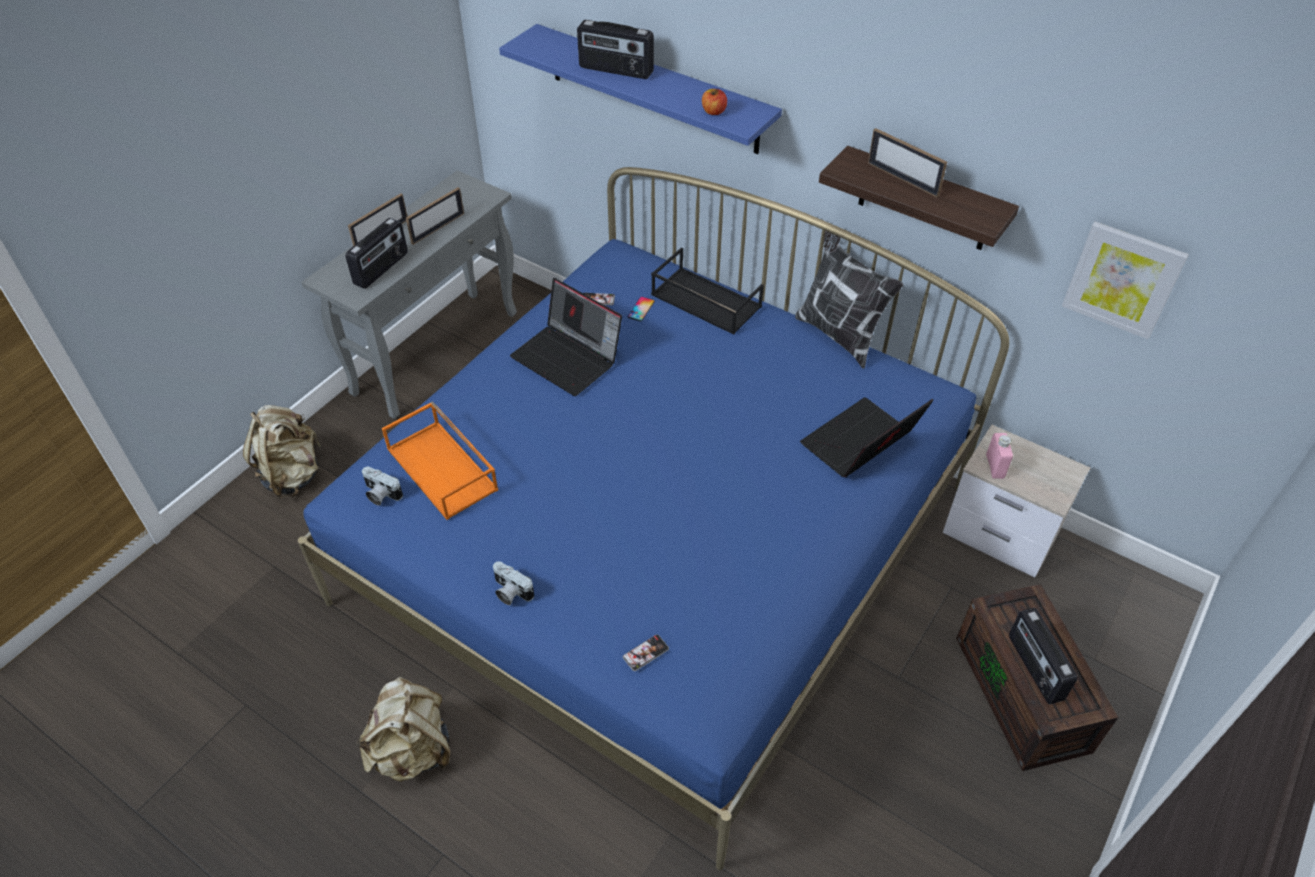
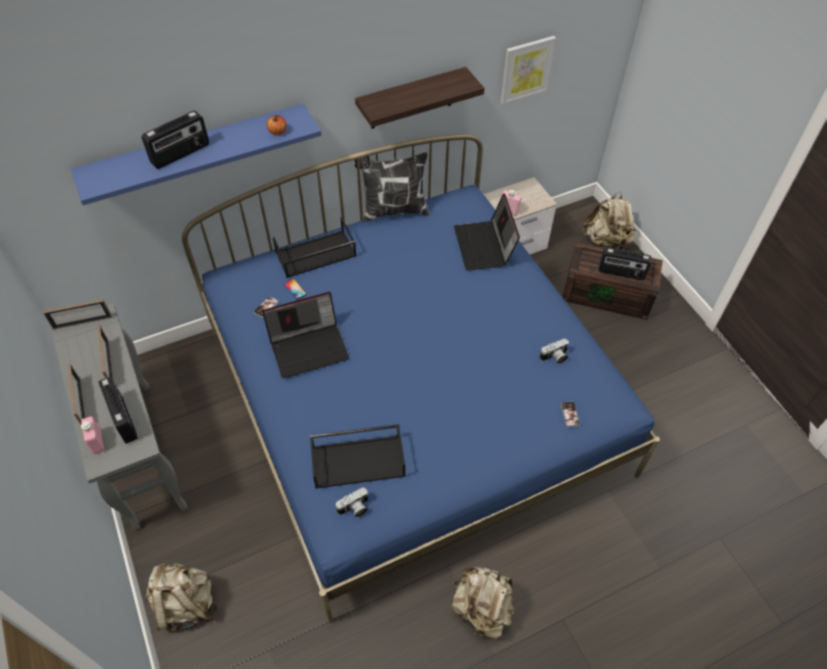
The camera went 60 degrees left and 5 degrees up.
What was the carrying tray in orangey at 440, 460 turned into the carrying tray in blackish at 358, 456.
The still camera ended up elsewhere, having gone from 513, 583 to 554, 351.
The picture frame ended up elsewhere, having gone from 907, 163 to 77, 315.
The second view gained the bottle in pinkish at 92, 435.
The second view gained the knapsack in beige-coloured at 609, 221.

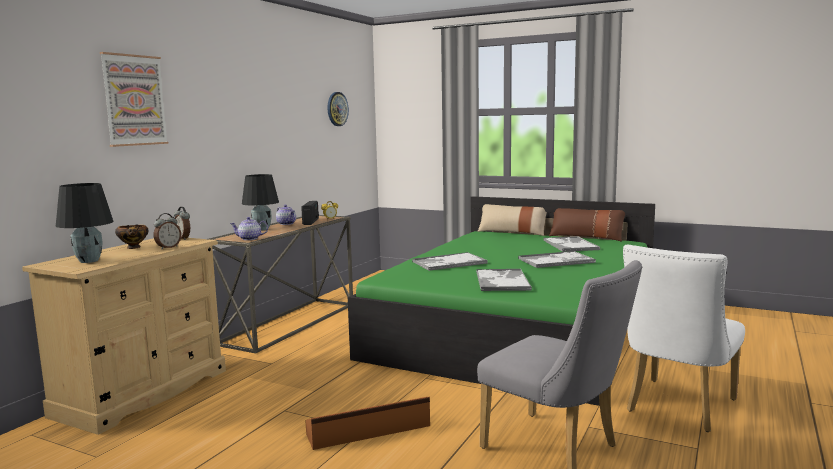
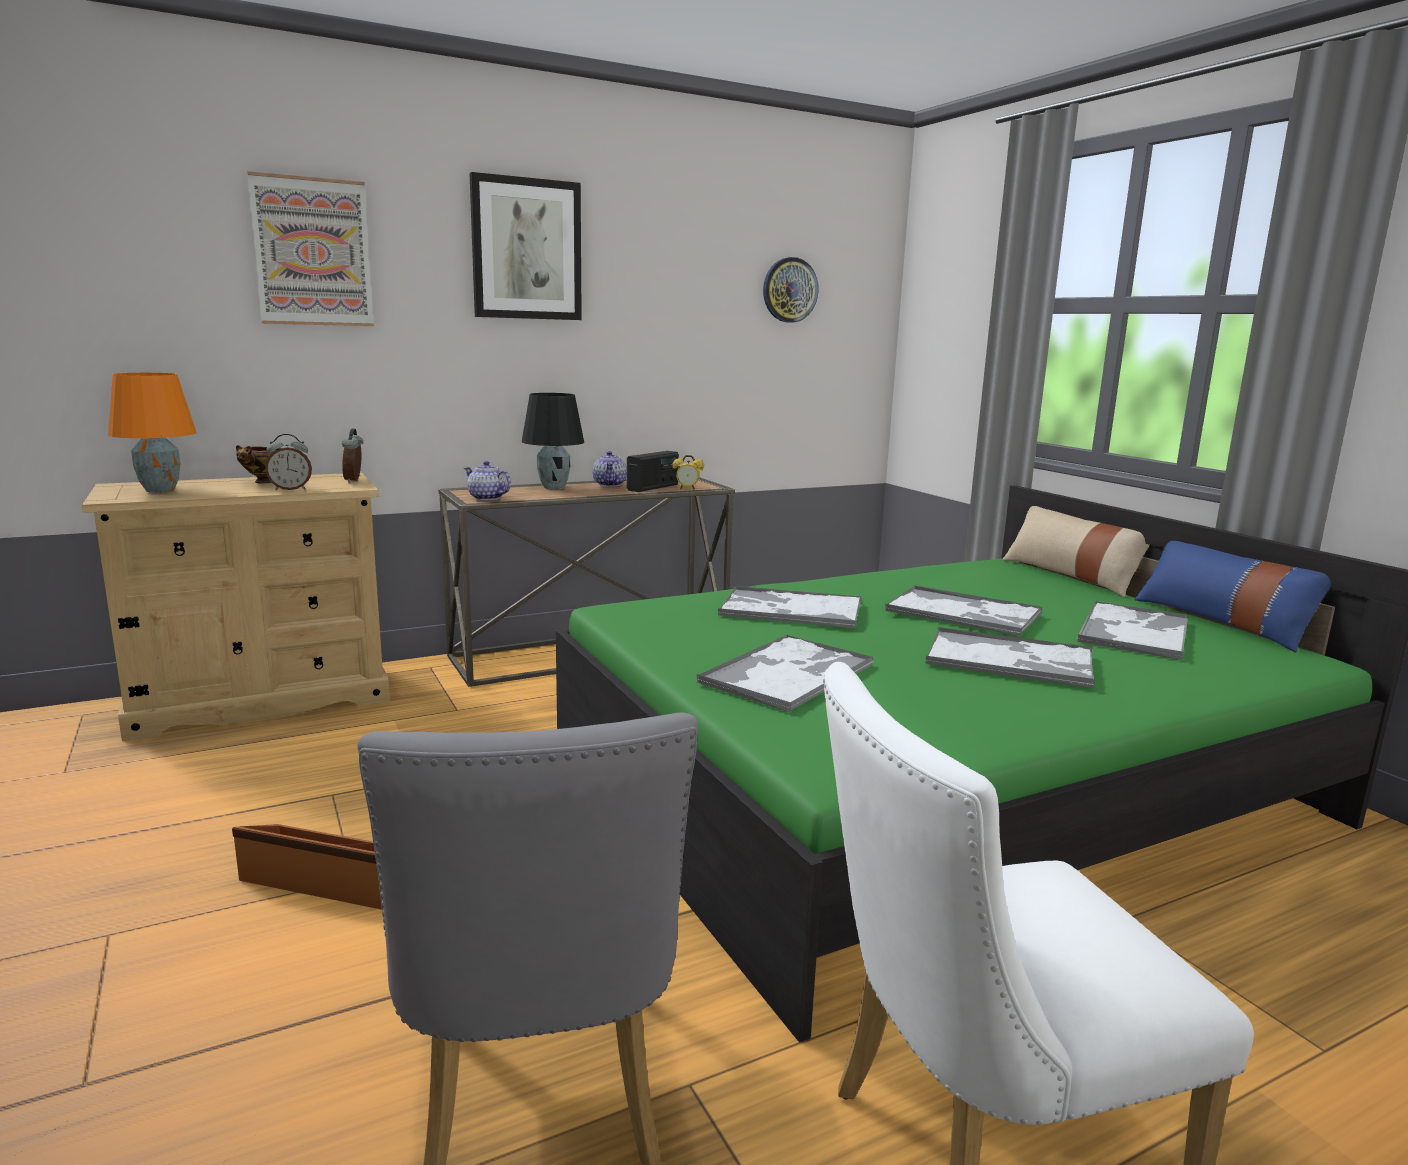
The camera went 35 degrees right and 5 degrees up.
What was the tabletop lamp in blackish at 85, 223 turned into the tabletop lamp in orangey at 152, 433.
What was the throw pillow in brownish at 587, 224 turned into the throw pillow in bluish at 1232, 596.
The second view gained the wall art at 525, 246.
The second view gained the carrying tray at 964, 611.

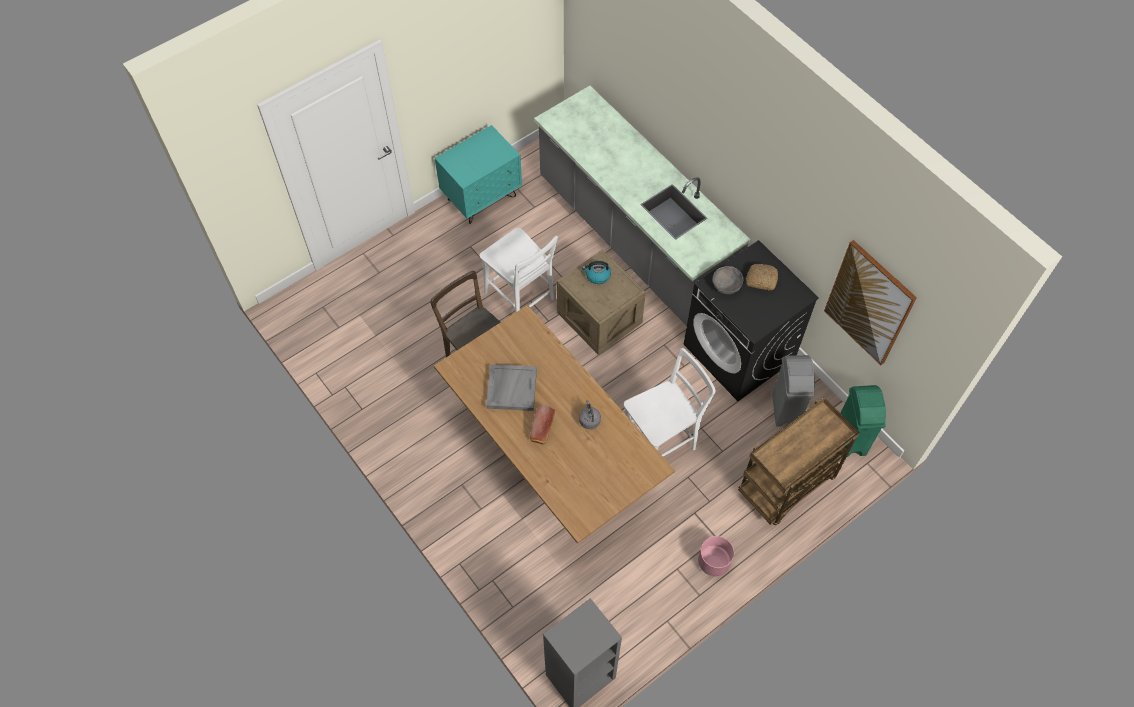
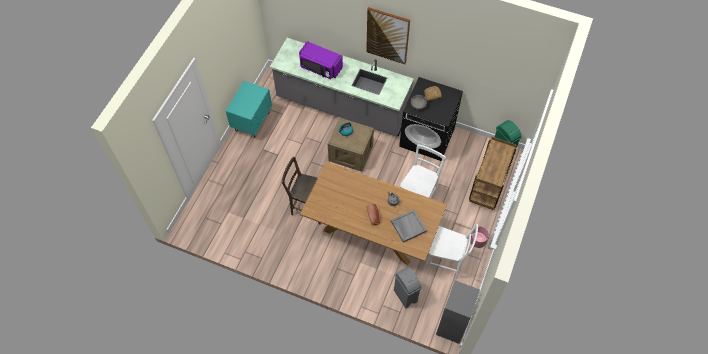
The camera went 30 degrees left and 0 degrees up.
The plain chair in white ended up elsewhere, having gone from 519, 269 to 451, 251.
The carrying tray in greyish ended up elsewhere, having gone from 511, 387 to 409, 226.
The rubbish bin in greyish ended up elsewhere, having gone from 793, 391 to 408, 287.
The wall art ended up elsewhere, having gone from 870, 302 to 388, 35.
The second view gained the microwave in purple at 321, 60.

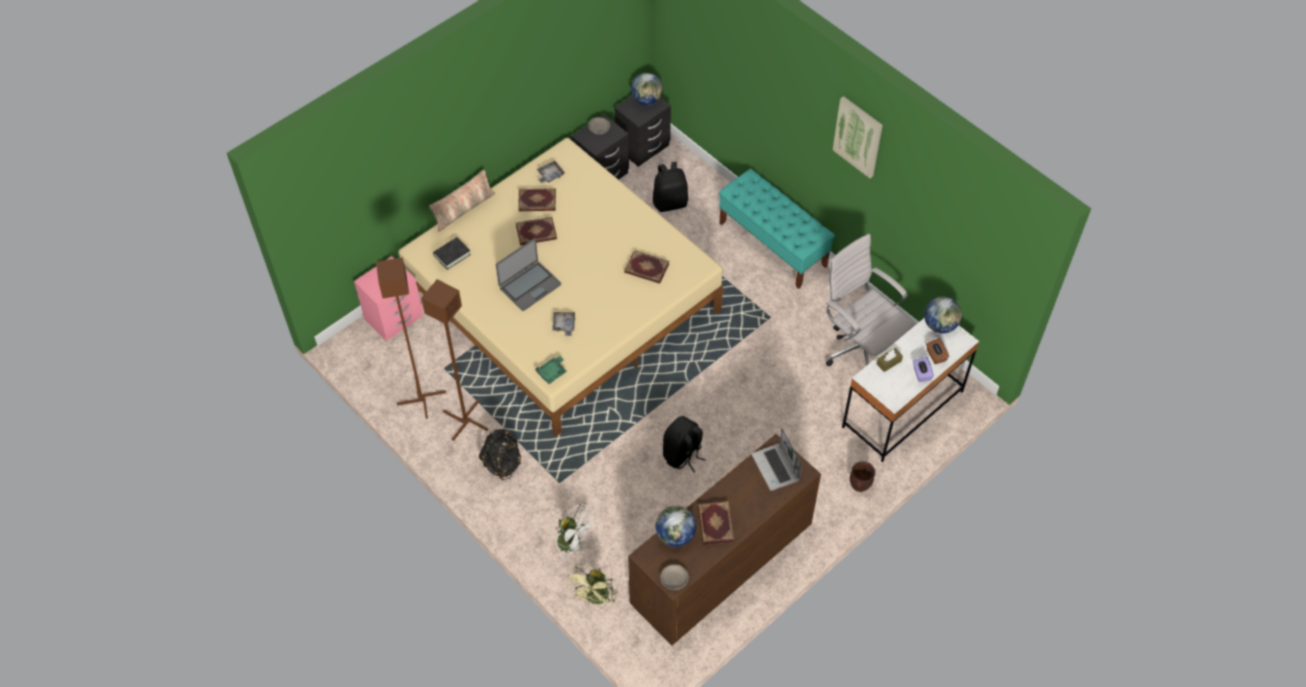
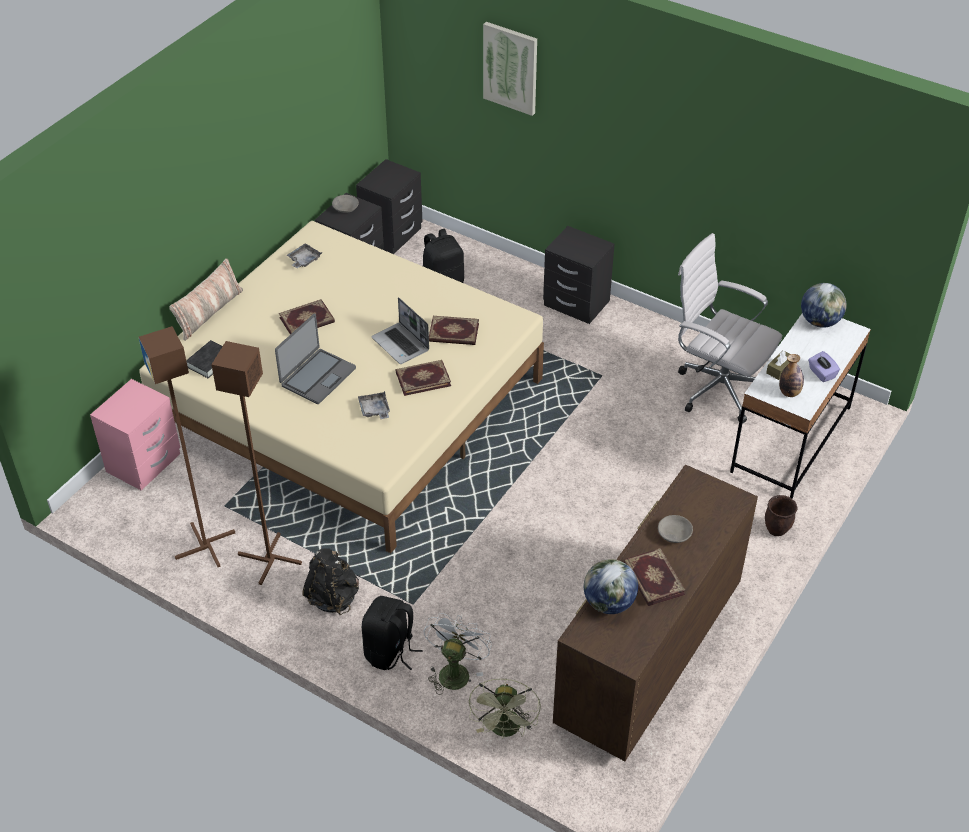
The camera went 15 degrees left and 10 degrees down.
The bound book ended up elsewhere, having gone from 537, 199 to 423, 378.
The second view lost the carrying tray in greenish at 551, 370.
The fan in white at 576, 532 ended up facing another way, 90 degrees counterclockwise from before.
The second view lost the desk globe at 647, 89.
The bowl in greyish ended up elsewhere, having gone from 674, 577 to 675, 529.
The knapsack in blackish ended up elsewhere, having gone from 684, 444 to 392, 633.
Where the indoor bench in turquoise-coloured stood at 777, 229, the nightstand in blackish came to stand at 578, 275.
The laptop ended up elsewhere, having gone from 777, 459 to 400, 330.
The wall art ended up elsewhere, having gone from 858, 137 to 510, 69.
The second view lost the tissue holder in brownish at 937, 351.
The second view gained the bottle at 791, 375.

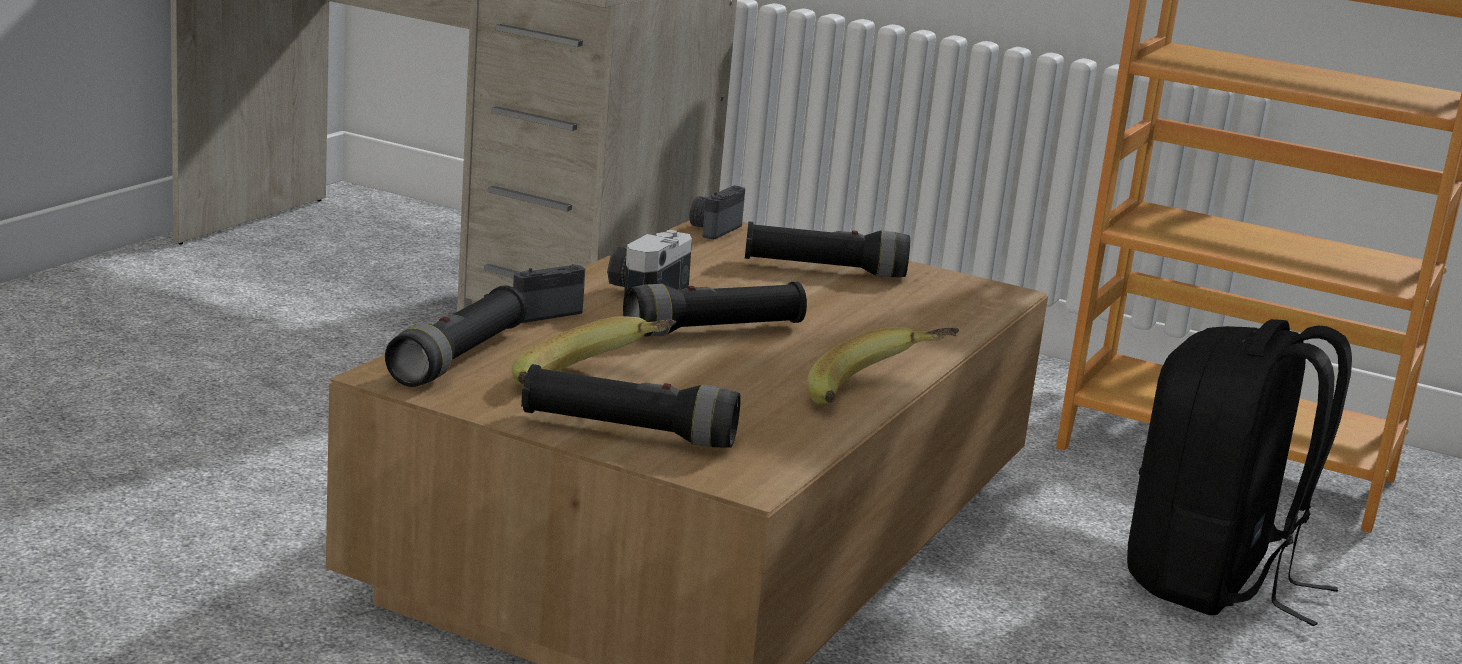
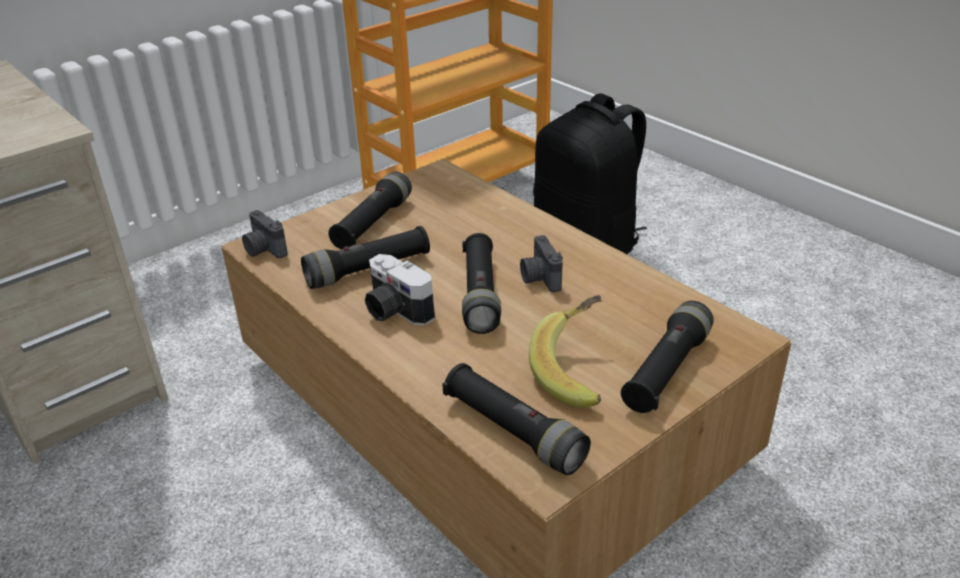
The camera went 65 degrees left and 15 degrees up.
The still camera ended up elsewhere, having gone from 549, 293 to 541, 263.
The second view lost the banana at 883, 365.
The second view gained the flashlight in blackish at 365, 257.

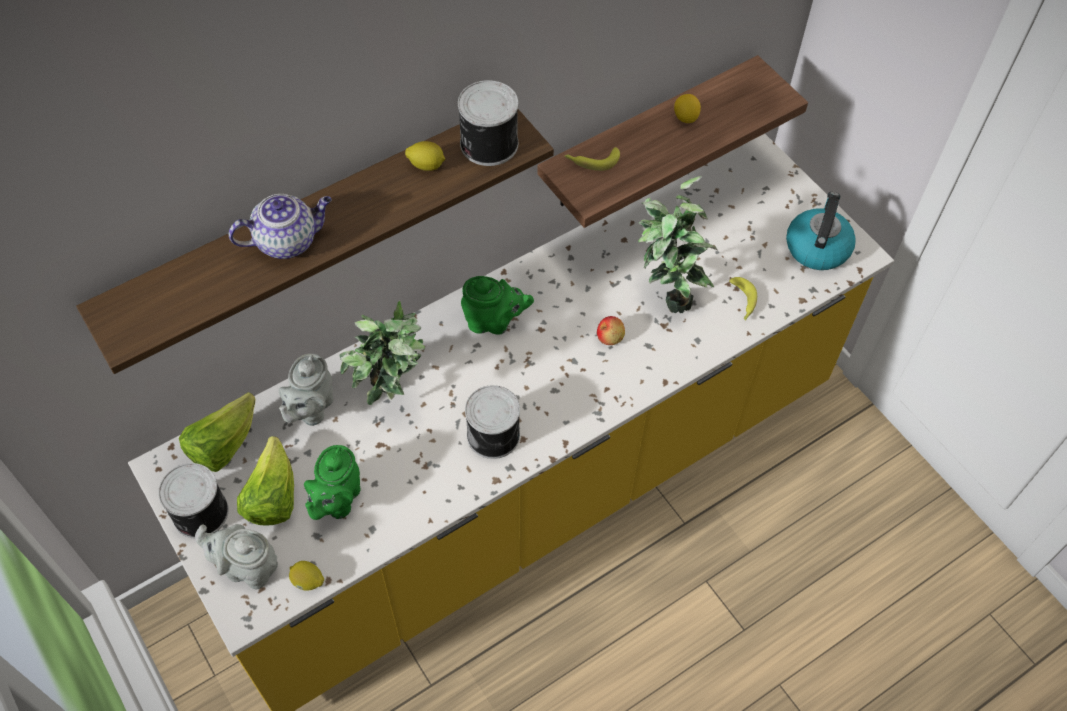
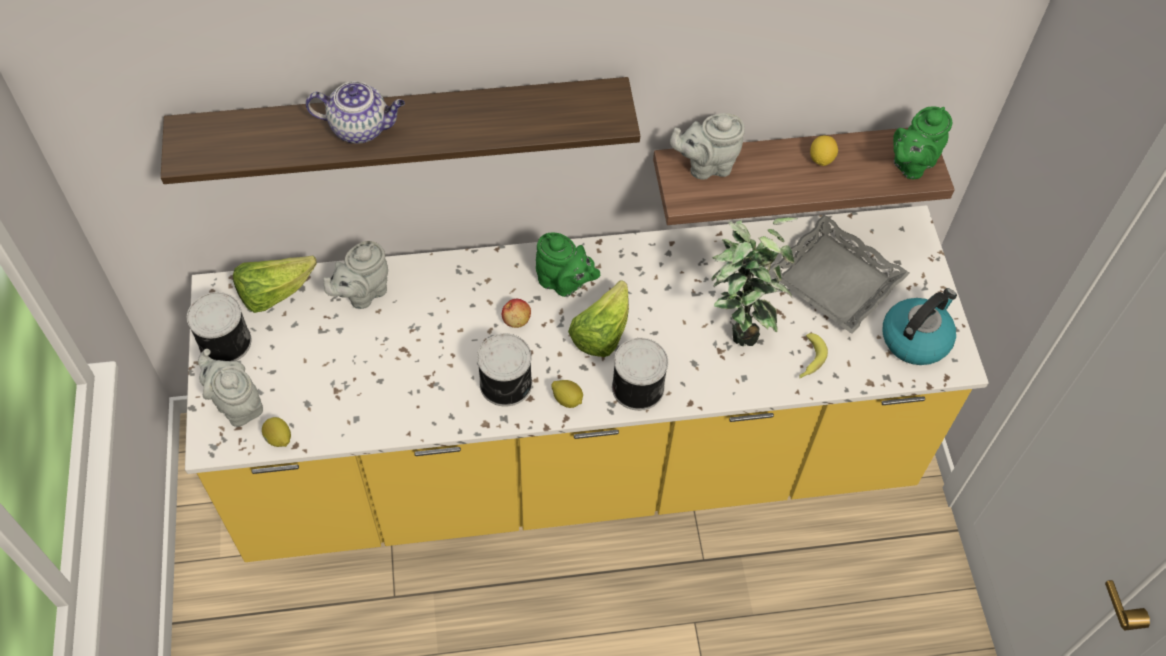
The camera went 25 degrees right and 0 degrees up.
The head of lettuce ended up elsewhere, having gone from 265, 481 to 598, 318.
The pot for tea in greenish ended up elsewhere, having gone from 332, 482 to 922, 142.
The second view lost the potted plant at 382, 353.
The lemon ended up elsewhere, having gone from 425, 156 to 567, 394.
The sealed can ended up elsewhere, having gone from 488, 123 to 640, 374.
Where the banana stood at 592, 159, the pot for tea in greyish came to stand at 707, 146.
The whole apple ended up elsewhere, having gone from 611, 330 to 516, 313.
The second view gained the carrying tray in greyish at 839, 274.

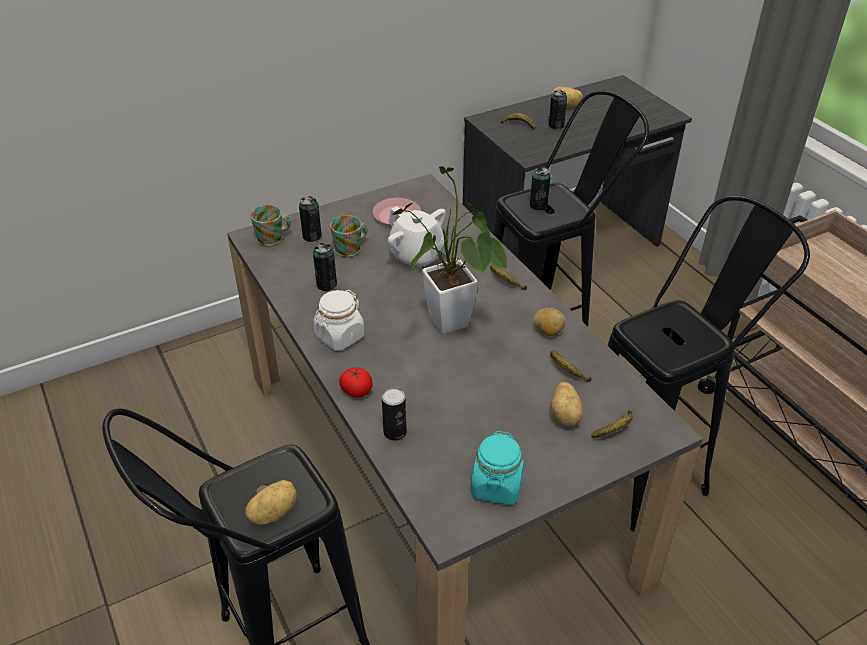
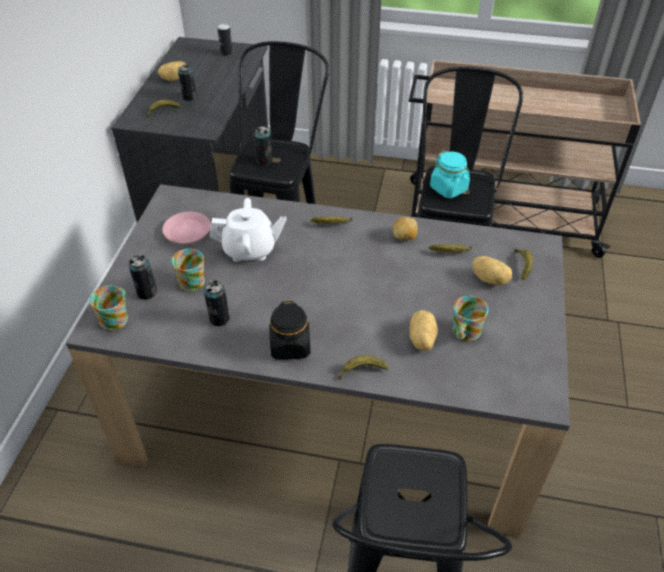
The camera went 50 degrees left and 5 degrees up.
The whole potato ended up elsewhere, having gone from 271, 502 to 423, 330.
What was the jar in white at 339, 320 turned into the jar in blackish at 290, 330.
Where the whole tomato stood at 355, 382, the banana came to stand at 363, 368.
The sealed can ended up elsewhere, having gone from 394, 414 to 225, 39.
The second view lost the potted plant at 450, 250.
The jar in turquoise-coloured ended up elsewhere, having gone from 497, 468 to 450, 175.
The second view gained the mug at 470, 318.

